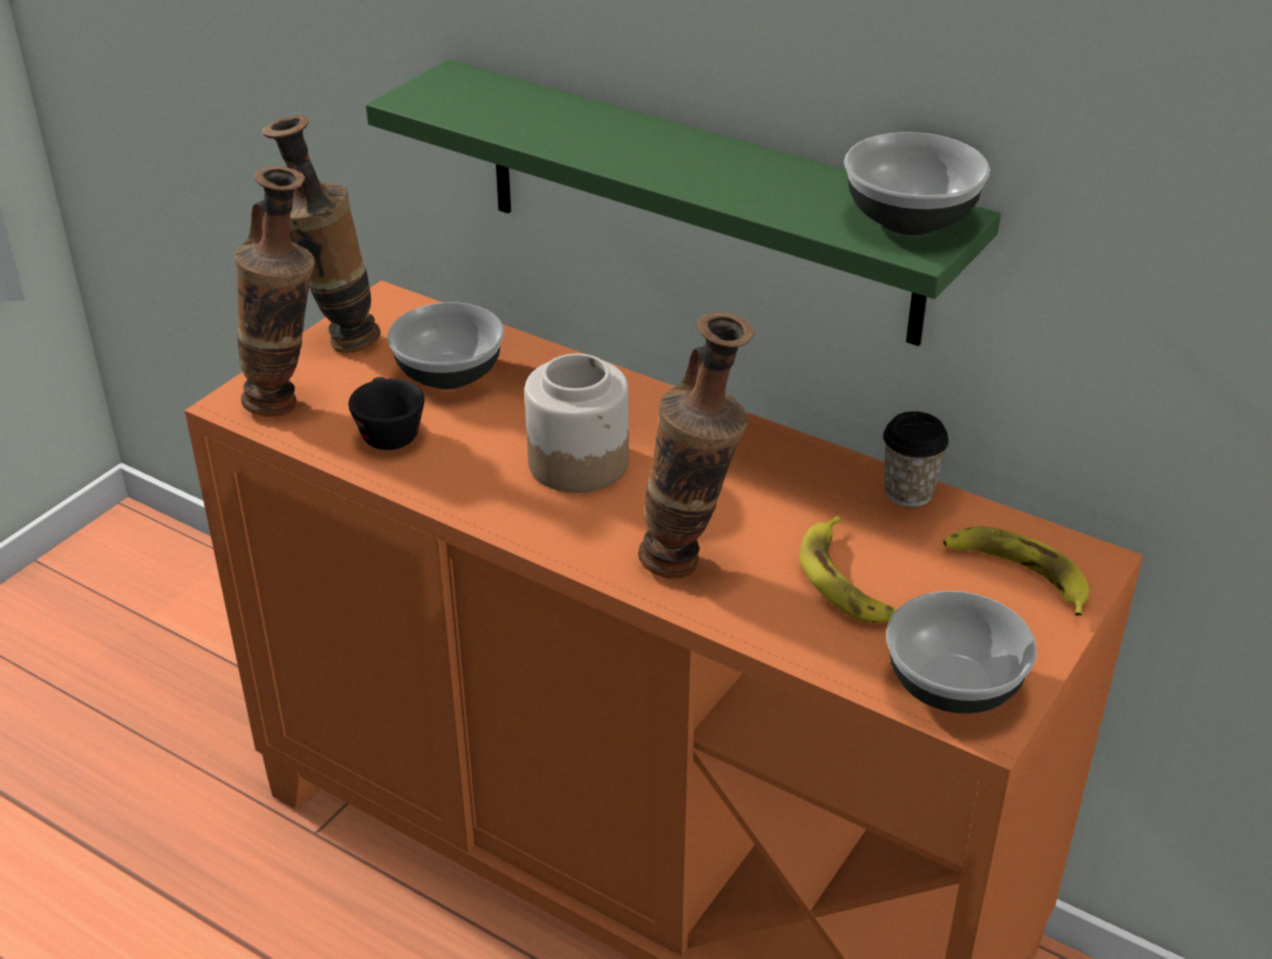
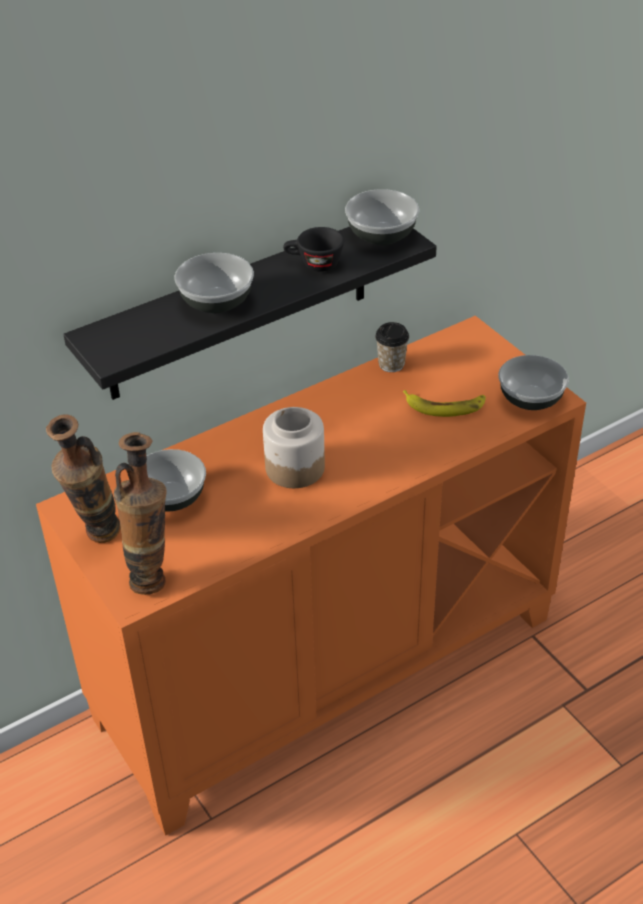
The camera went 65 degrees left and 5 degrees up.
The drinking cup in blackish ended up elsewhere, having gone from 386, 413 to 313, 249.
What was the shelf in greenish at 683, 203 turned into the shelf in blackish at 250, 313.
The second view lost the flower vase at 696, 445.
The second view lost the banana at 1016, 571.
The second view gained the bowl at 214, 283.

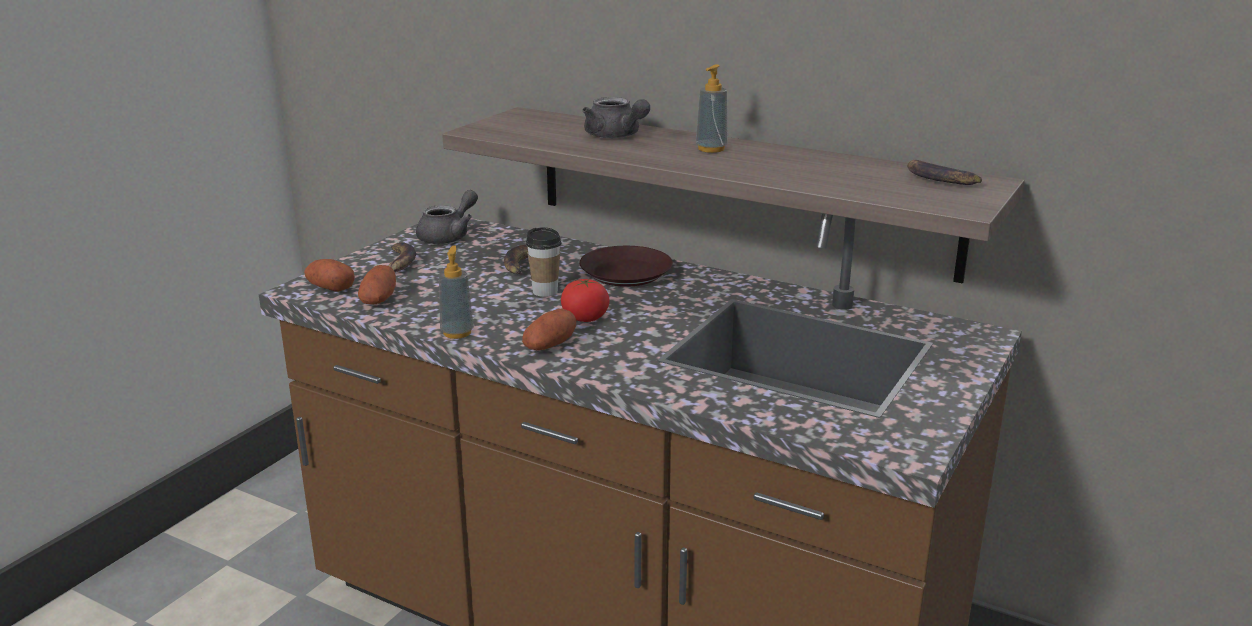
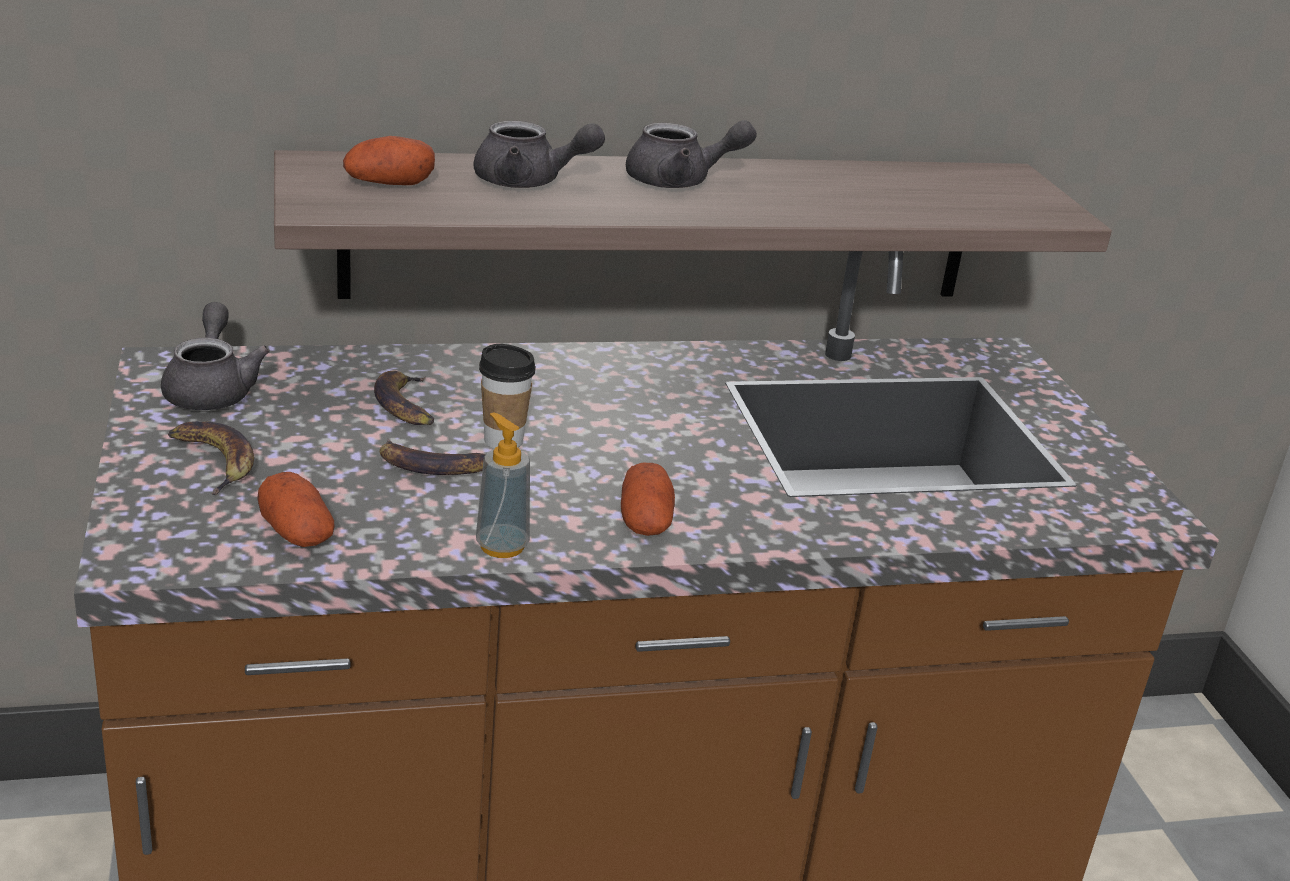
The camera went 45 degrees left and 5 degrees up.
The whole potato ended up elsewhere, having gone from 329, 275 to 389, 160.
The second view lost the whole tomato at 585, 300.
The second view lost the plate in brownish at 626, 266.
Where the liquid soap bottle stood at 712, 108, the pot for tea in greyish came to stand at 691, 154.
The banana ended up elsewhere, having gone from 944, 172 to 432, 457.

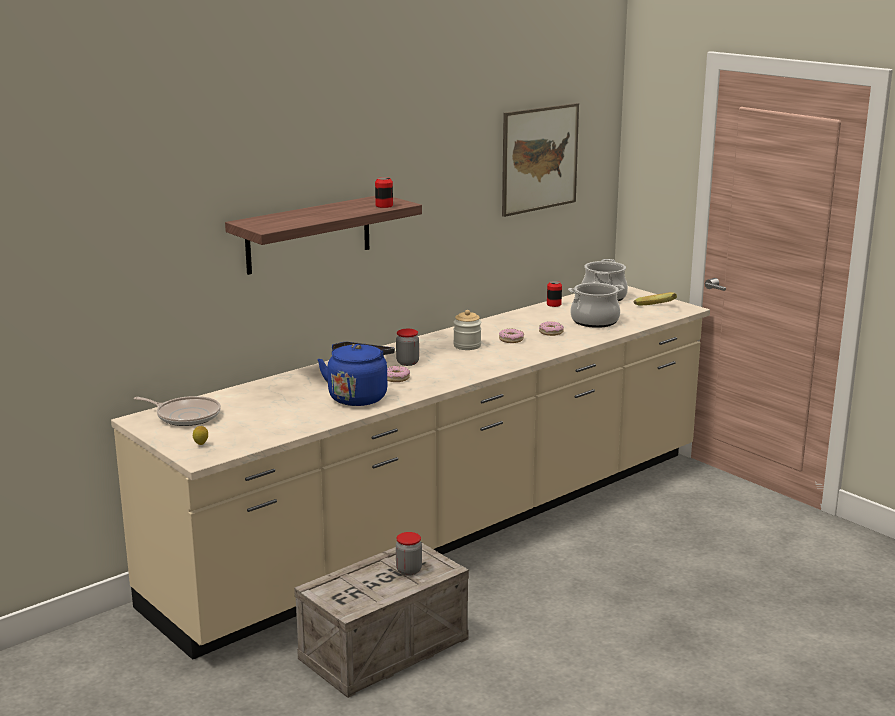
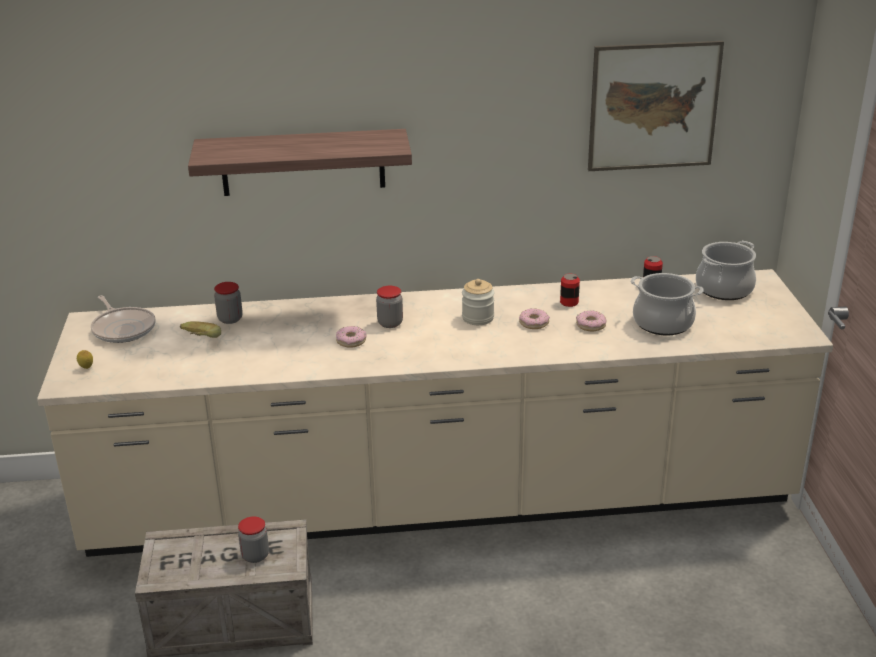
The camera went 35 degrees right and 10 degrees up.
The second view lost the water kettle in bluish at 356, 374.
The sealed can ended up elsewhere, having gone from 384, 192 to 570, 290.
The banana ended up elsewhere, having gone from 655, 299 to 200, 329.
The second view gained the jar at 228, 303.

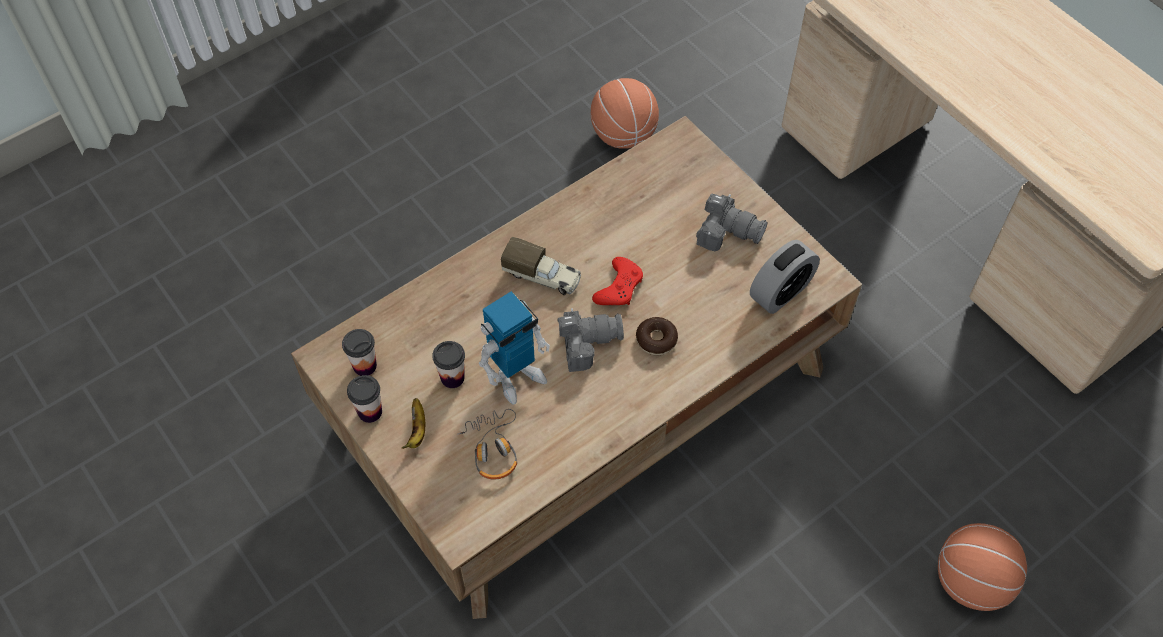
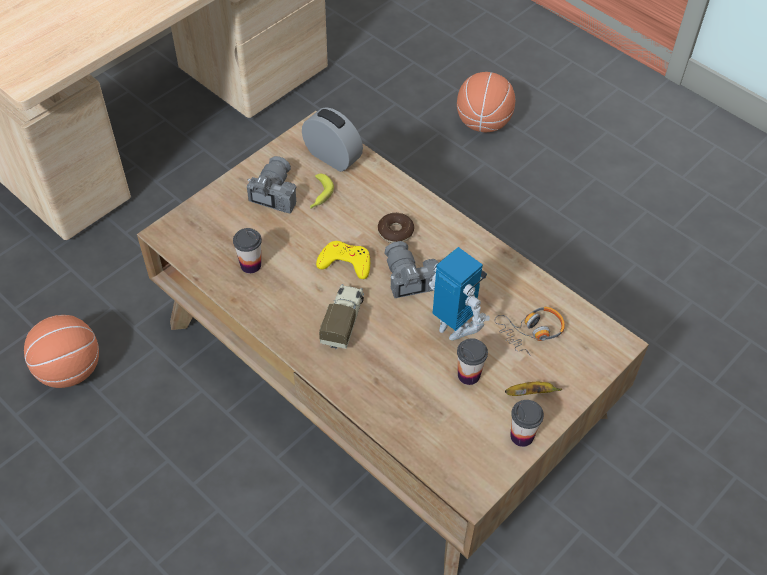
The camera went 100 degrees left and 5 degrees down.
The drinking cup ended up elsewhere, having gone from 359, 352 to 247, 250.
What was the game controller in red at 617, 281 turned into the game controller in yellow-coloured at 343, 260.
The second view gained the banana at 322, 191.

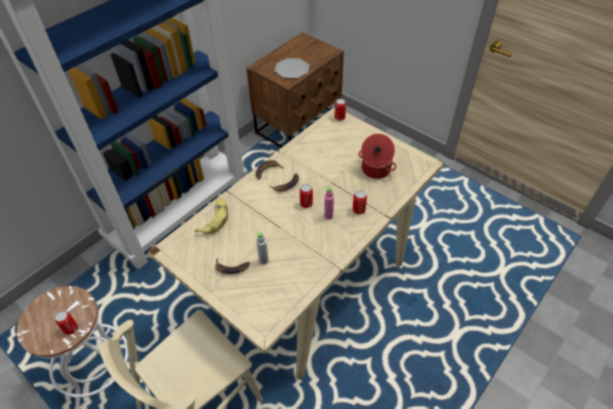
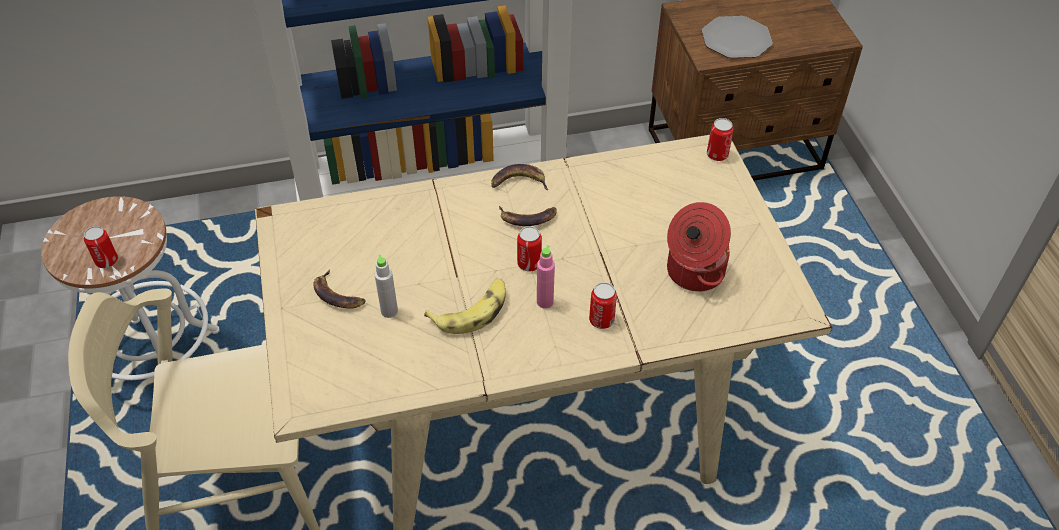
The camera went 35 degrees right and 0 degrees up.
The banana ended up elsewhere, having gone from 211, 216 to 465, 306.

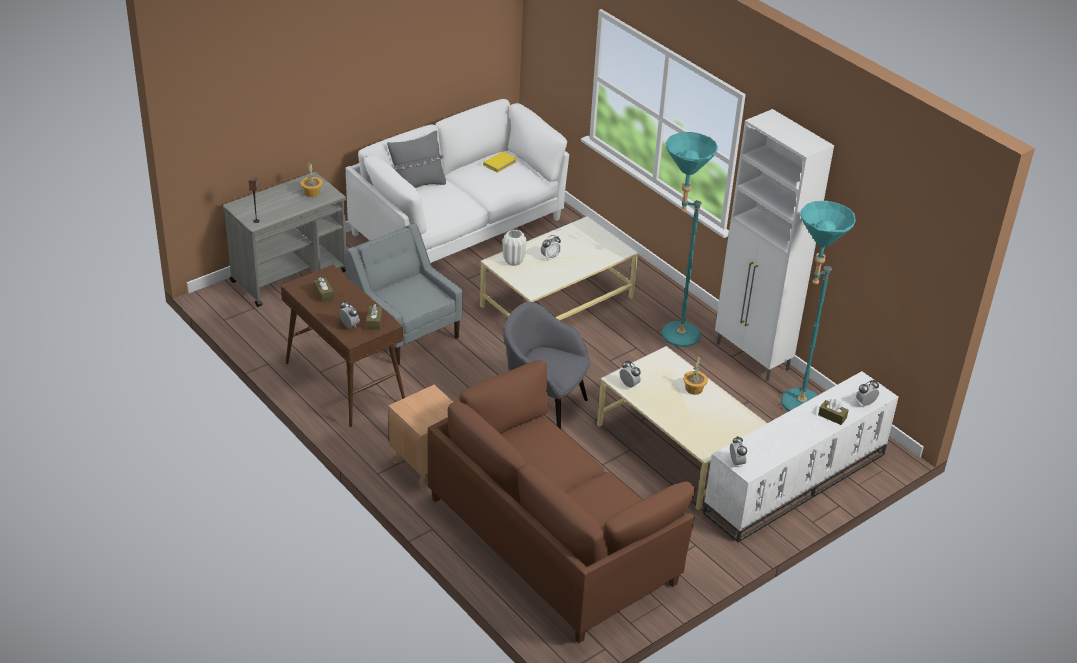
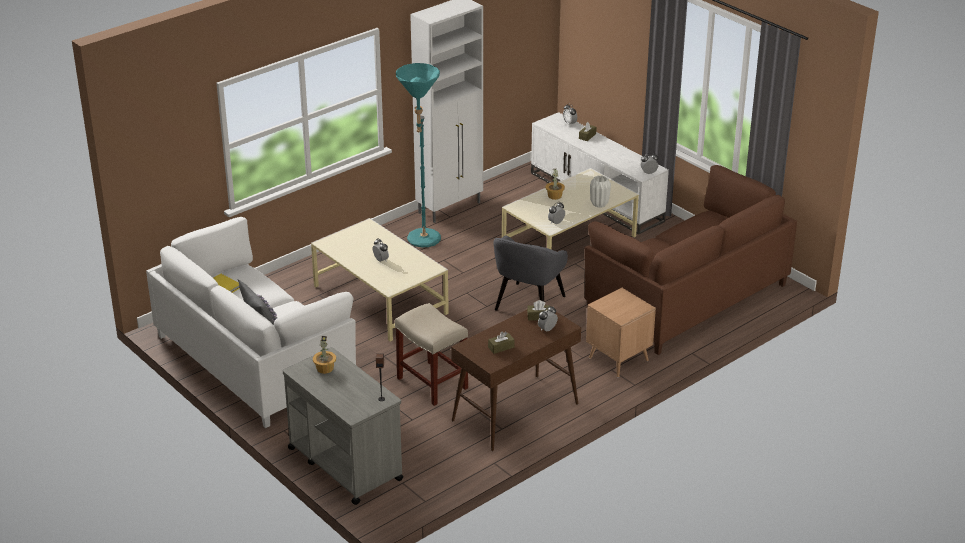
The camera went 90 degrees left and 5 degrees down.
Where the lounge chair in greyish stood at 403, 294, the stool seat in beige-coloured came to stand at 431, 354.
The flower vase in white ended up elsewhere, having gone from 515, 248 to 600, 191.
The second view lost the standard lamp in turquoise-coloured at 818, 306.

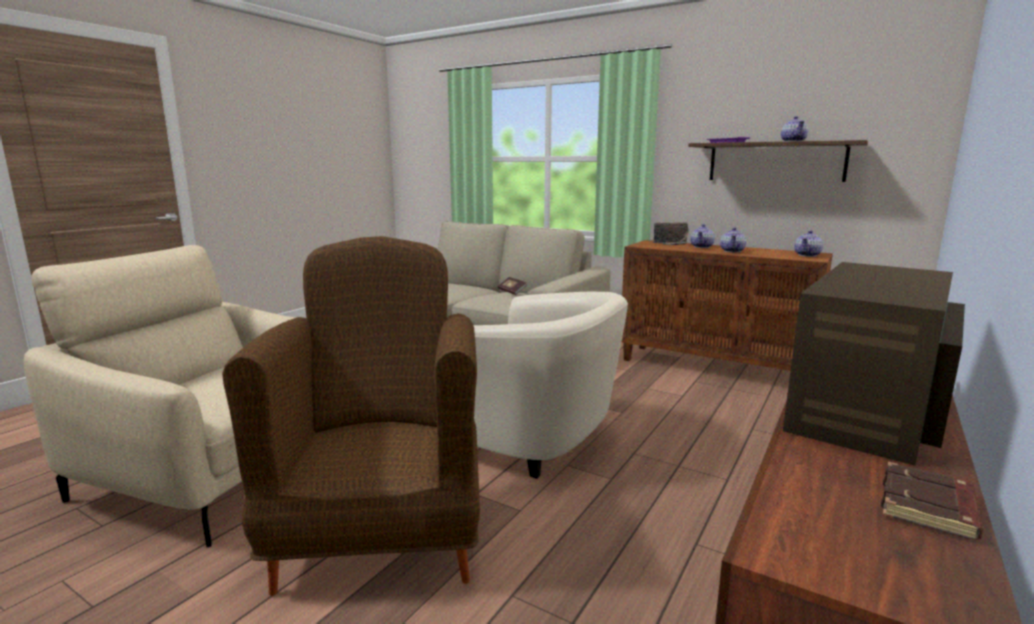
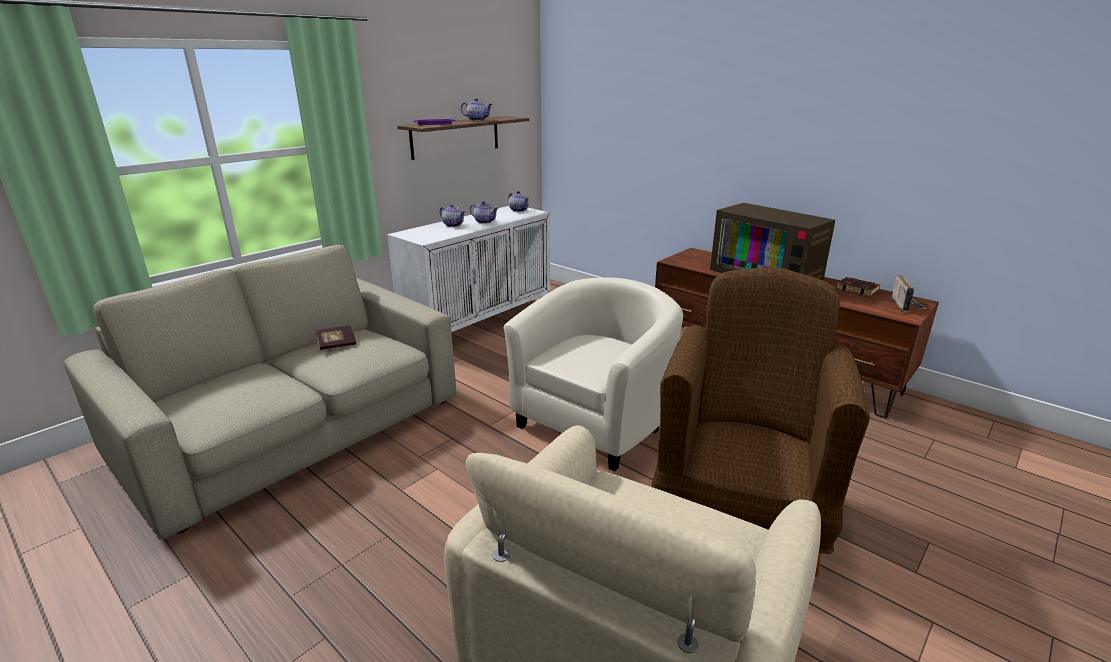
The camera went 80 degrees left and 10 degrees up.
The lounge chair in brownish at 351, 416 ended up facing another way, 105 degrees clockwise from before.
What was the storage cabinet in brownish at 727, 305 turned into the storage cabinet in white at 468, 269.
The radio set ended up elsewhere, having gone from 671, 233 to 909, 293.

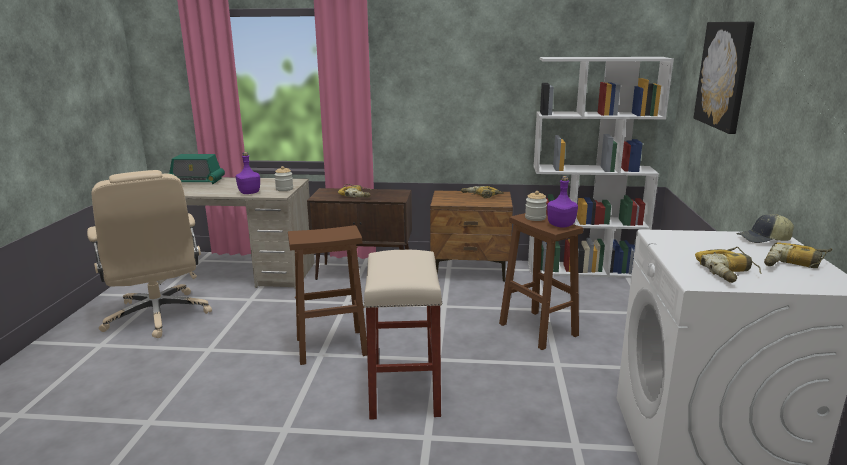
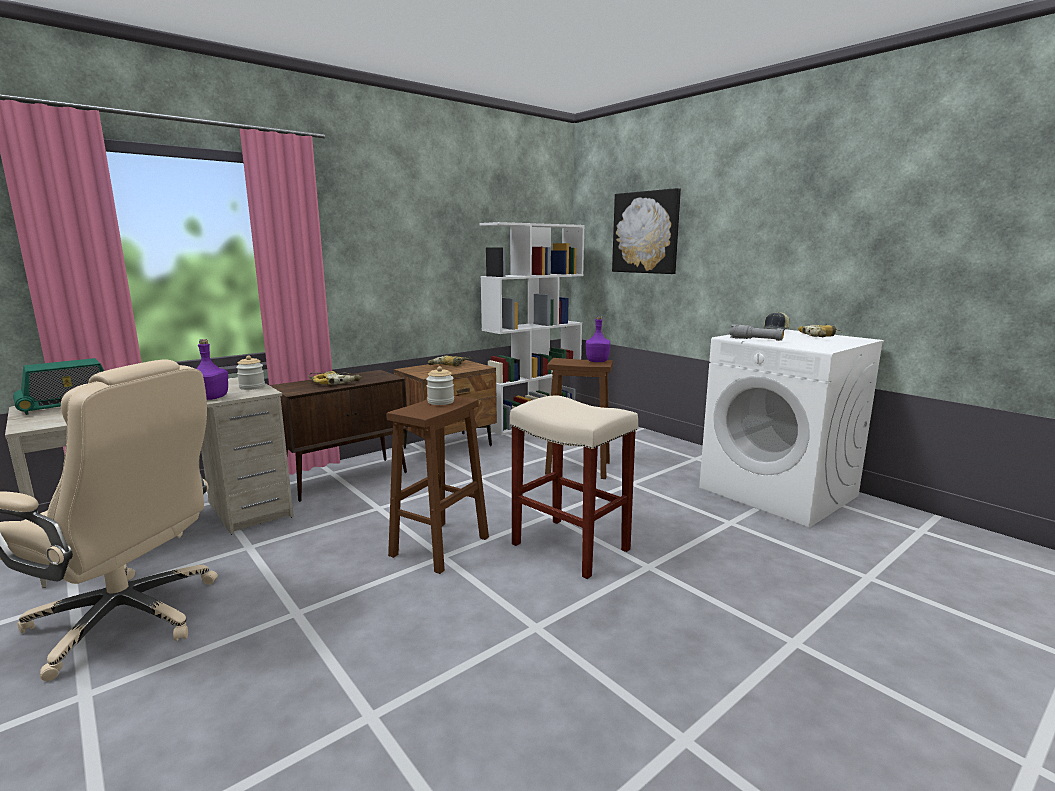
The camera went 45 degrees left and 5 degrees down.
The jar ended up elsewhere, having gone from 536, 206 to 440, 385.
The second view lost the drill at 728, 265.
The second view gained the flashlight in greyish at 757, 332.

